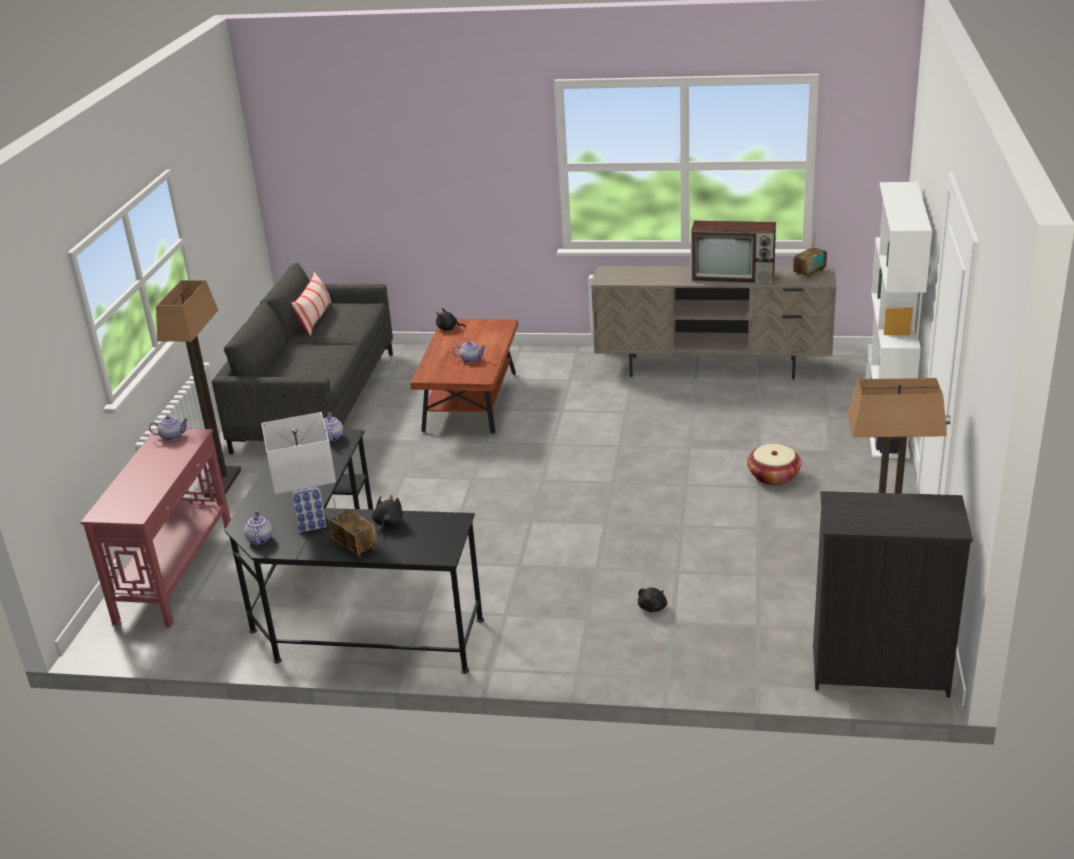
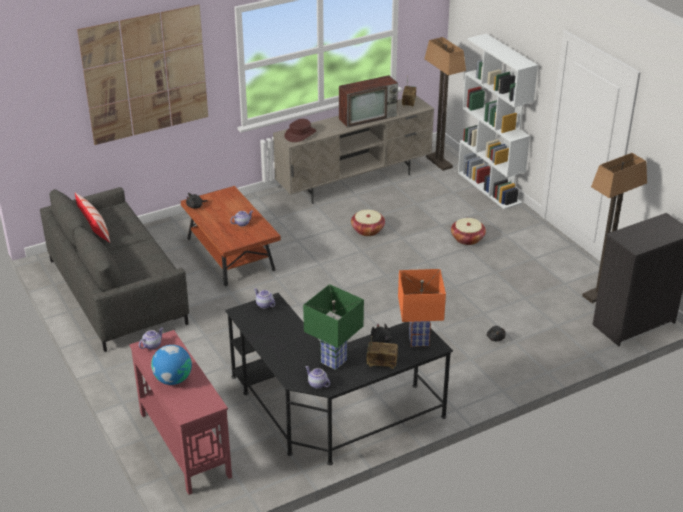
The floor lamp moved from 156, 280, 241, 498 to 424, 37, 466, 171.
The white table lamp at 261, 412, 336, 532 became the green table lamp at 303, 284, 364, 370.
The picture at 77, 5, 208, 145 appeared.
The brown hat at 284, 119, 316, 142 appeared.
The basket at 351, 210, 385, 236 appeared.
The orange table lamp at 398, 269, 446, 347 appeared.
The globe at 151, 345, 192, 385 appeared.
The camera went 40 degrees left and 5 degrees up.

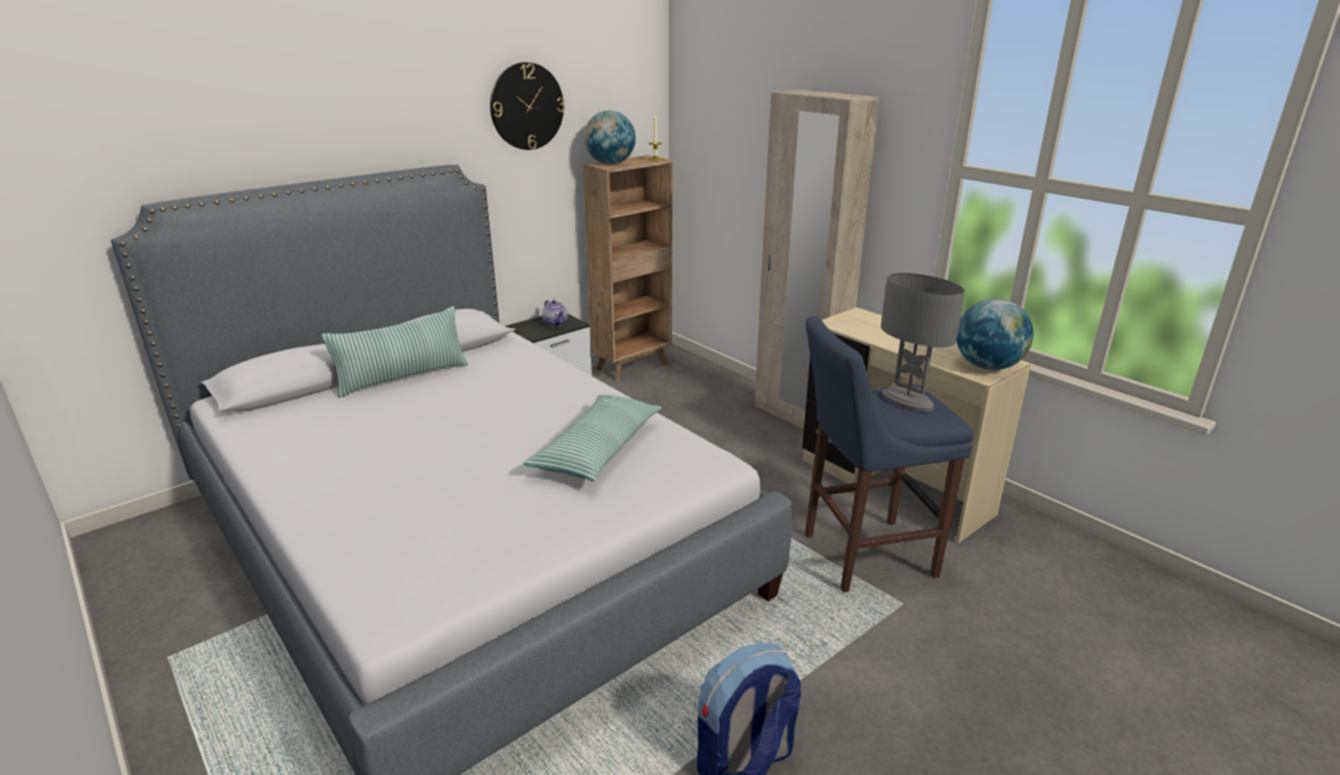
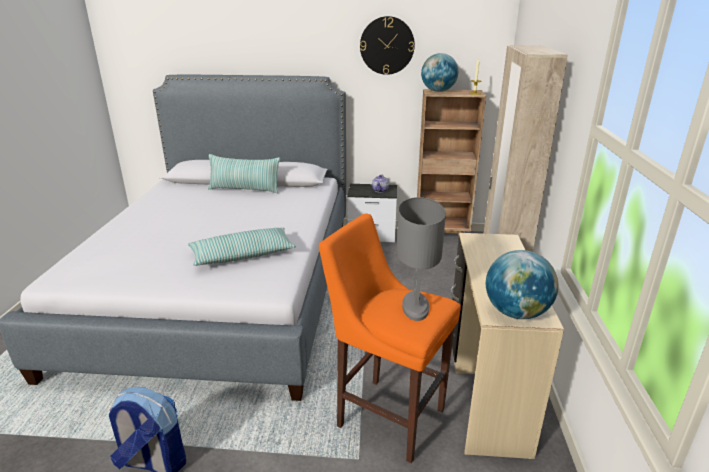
The blue stool at 805, 316, 974, 593 became the orange stool at 319, 213, 461, 463.
The camera went 45 degrees right and 0 degrees up.

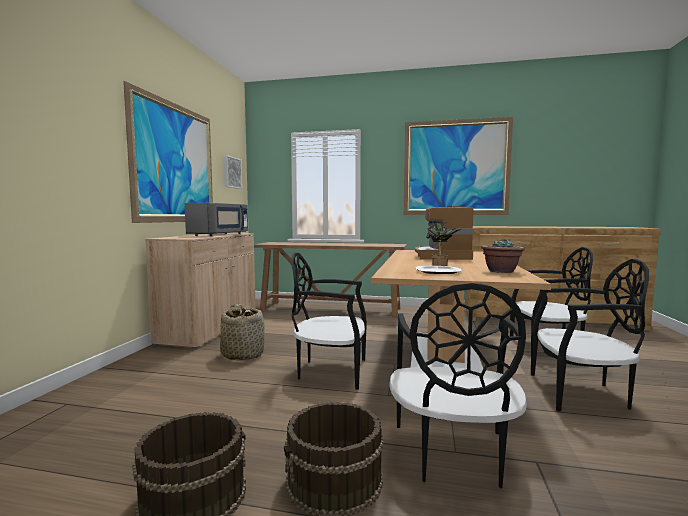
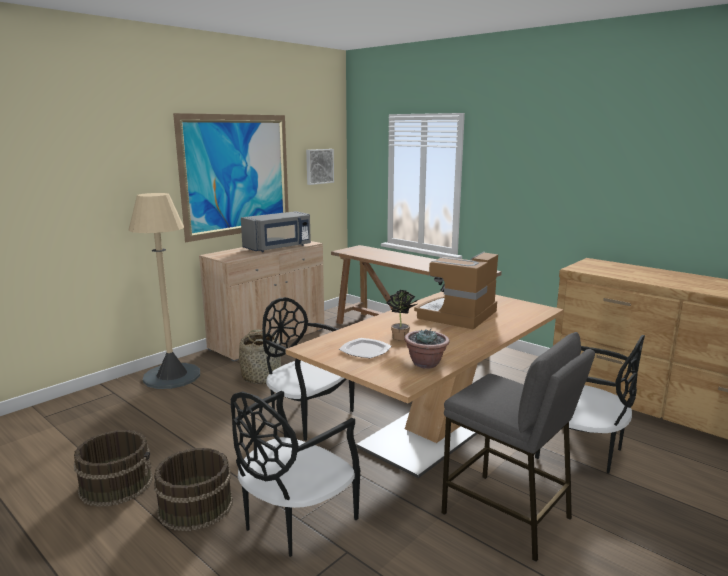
The picture at 404, 117, 513, 215 disappeared.
The black chair at 531, 259, 649, 411 was replaced by the grey stool at 442, 332, 595, 562.
The beige floor lamp at 129, 193, 200, 389 appeared.
The camera went 30 degrees right and 10 degrees up.

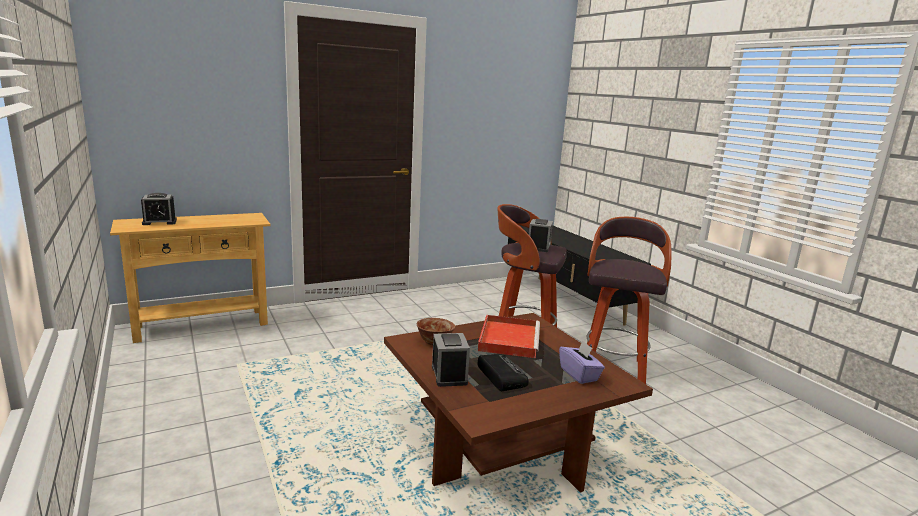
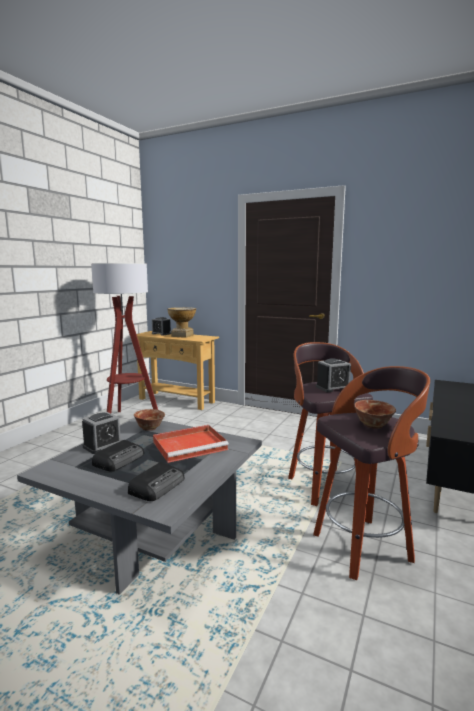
The brown coffee table at 384, 313, 653, 493 became the grey coffee table at 17, 418, 262, 595.
The purple tissue box at 559, 340, 605, 384 was replaced by the radio at 128, 462, 184, 501.
The floor lamp at 91, 263, 158, 413 appeared.
The vase at 167, 307, 196, 338 appeared.
The bowl at 354, 400, 396, 429 appeared.
The camera went 55 degrees right and 5 degrees down.

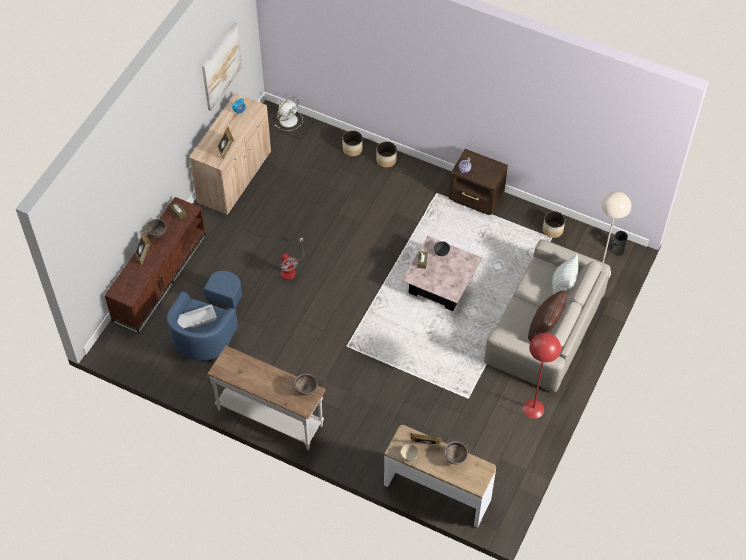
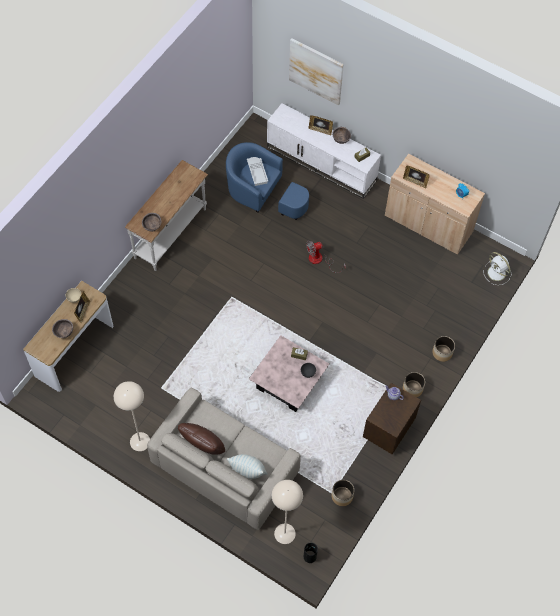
The picture moved from 202, 23, 242, 111 to 289, 38, 344, 106.
The planter moved from 343, 130, 363, 156 to 403, 372, 425, 397.
The brown tv stand at 105, 197, 206, 334 became the white tv stand at 267, 103, 381, 199.
The red floor lamp at 523, 333, 561, 419 became the beige floor lamp at 114, 381, 150, 451.
The camera went 95 degrees right and 5 degrees up.

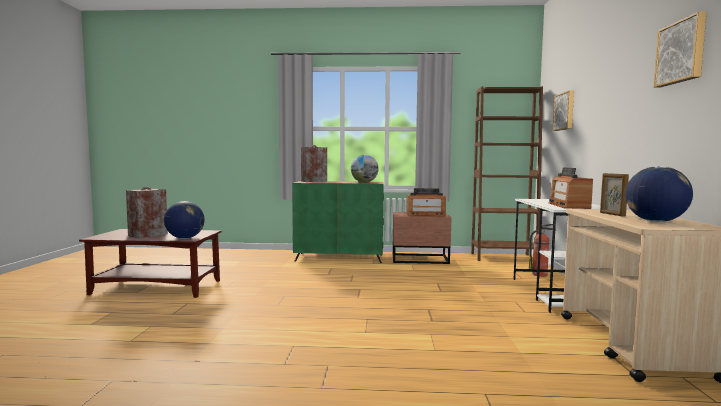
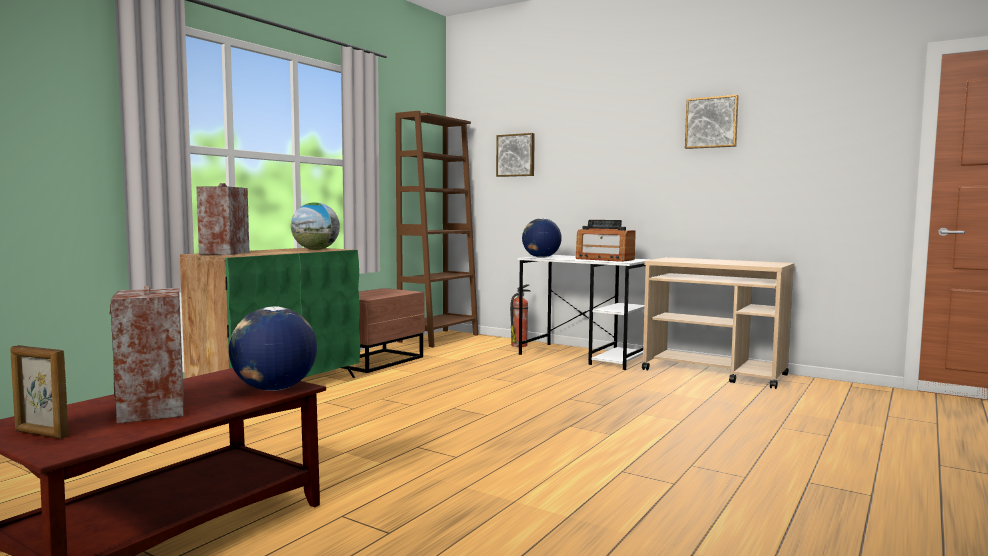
The globe moved from 625, 166, 693, 222 to 522, 218, 562, 258.
The picture frame moved from 600, 173, 629, 216 to 10, 345, 69, 439.
The radio at 406, 188, 446, 217 disappeared.
The camera went 60 degrees left and 0 degrees up.

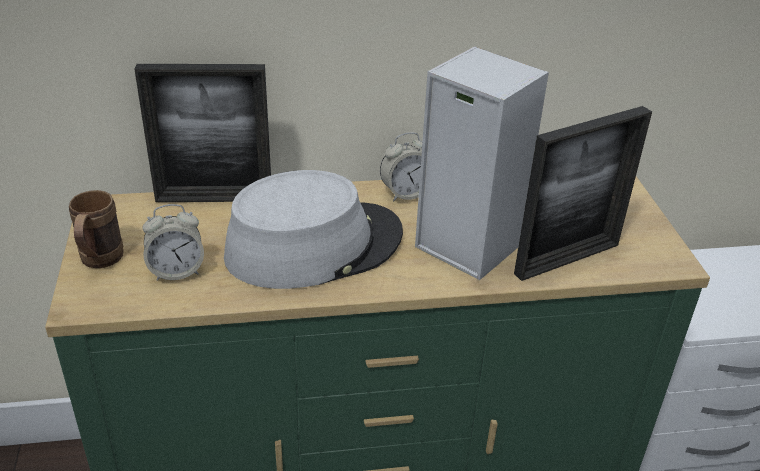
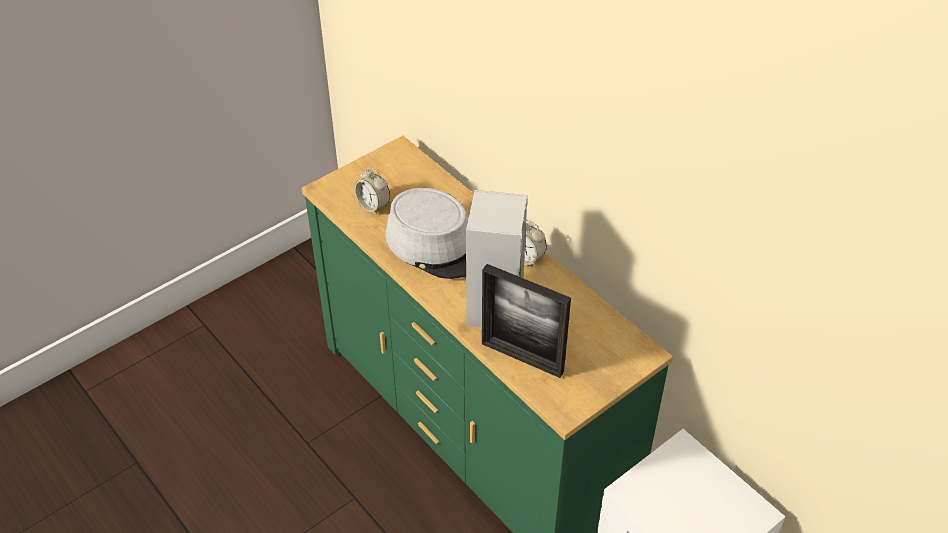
The picture frame at 134, 64, 271, 202 disappeared.
The brown mug at 69, 190, 123, 268 disappeared.
The camera went 60 degrees right and 10 degrees up.

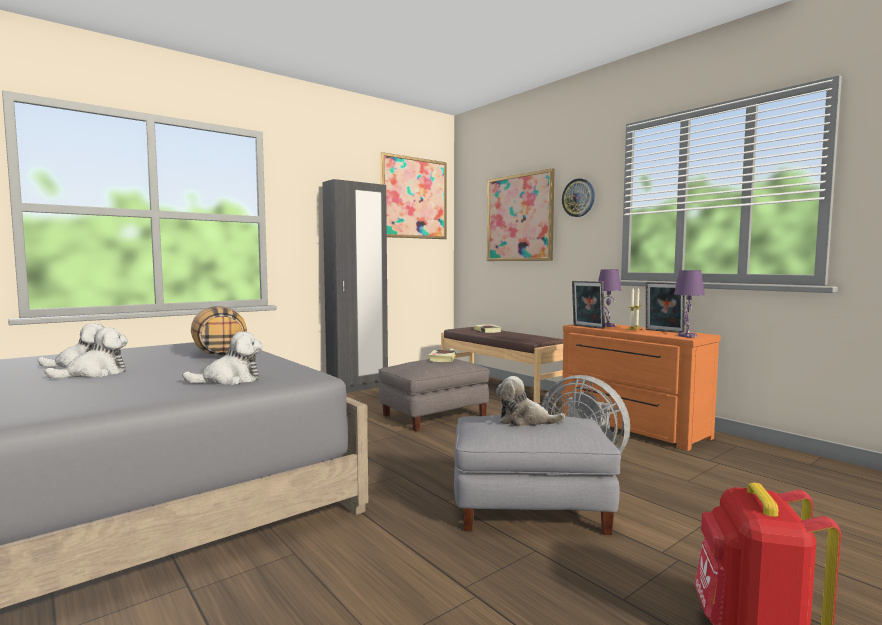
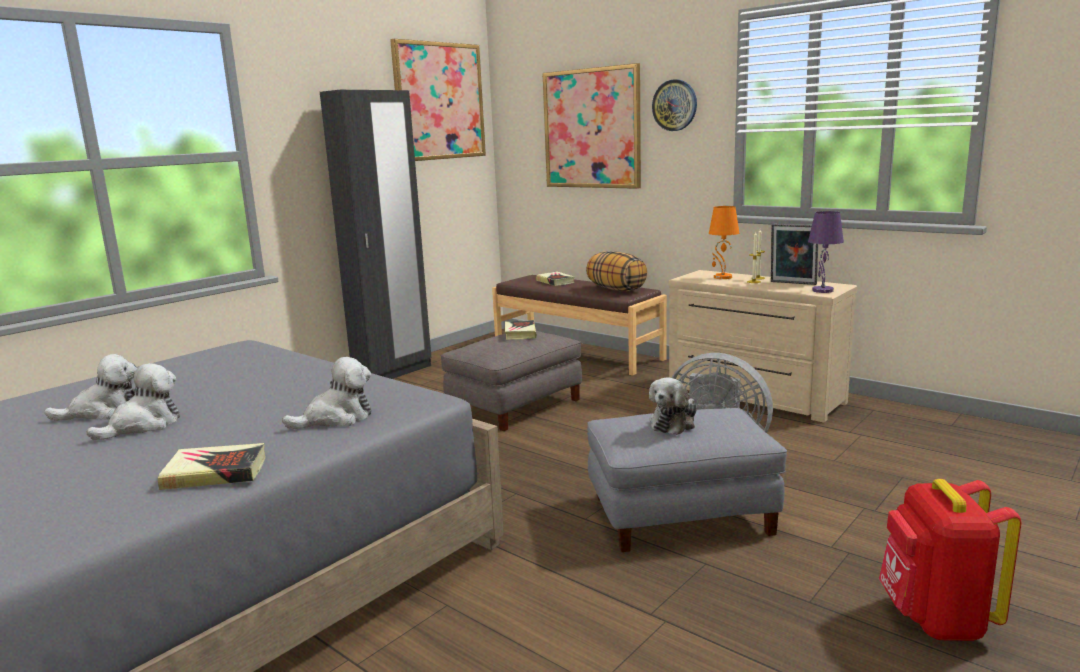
The purple table lamp at 598, 269, 622, 327 became the orange table lamp at 709, 206, 739, 279.
The picture frame at 572, 281, 605, 329 disappeared.
The pillow moved from 191, 306, 247, 356 to 586, 251, 647, 291.
The orange dresser at 562, 324, 720, 451 became the beige dresser at 668, 270, 857, 422.
The plush toy at 496, 376, 565, 427 turned 60 degrees counterclockwise.
The book at 158, 443, 266, 490 appeared.
The camera went 10 degrees left and 10 degrees up.

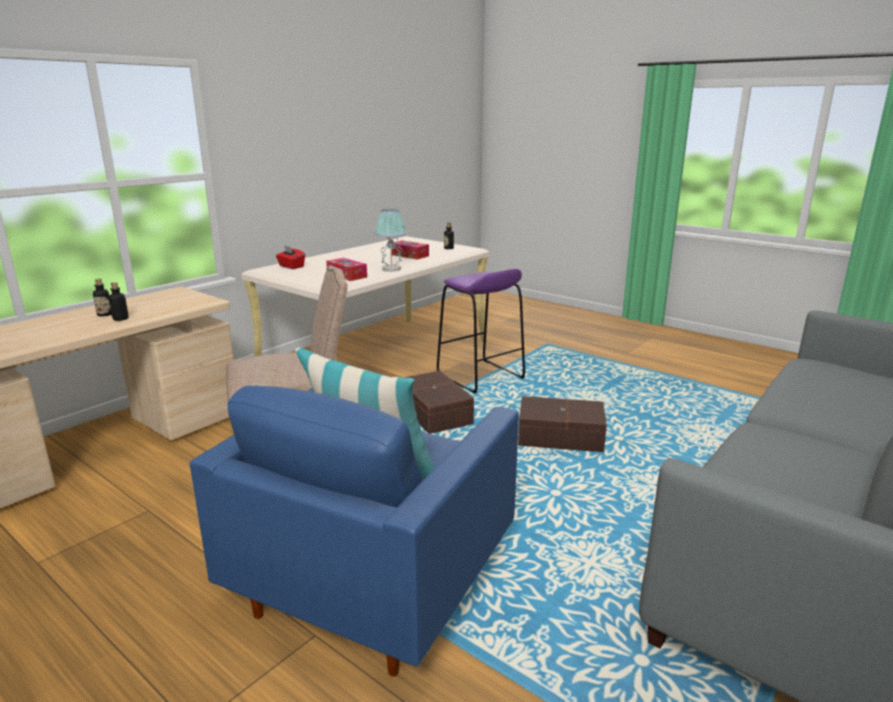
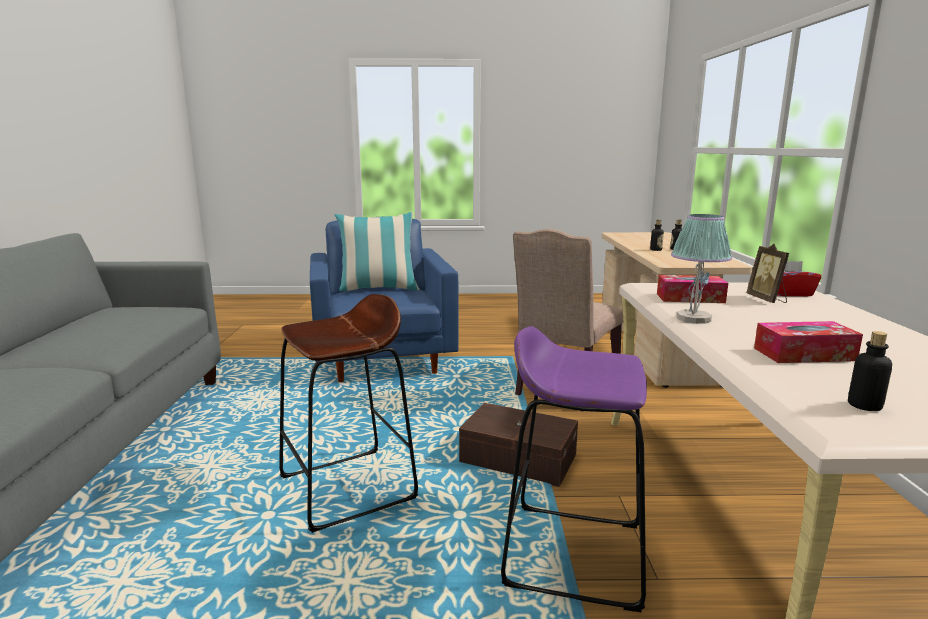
The brown storage box at 518, 396, 607, 452 was replaced by the brown stool at 279, 294, 418, 533.
The picture frame at 746, 244, 789, 303 appeared.
The camera went 140 degrees right and 5 degrees down.

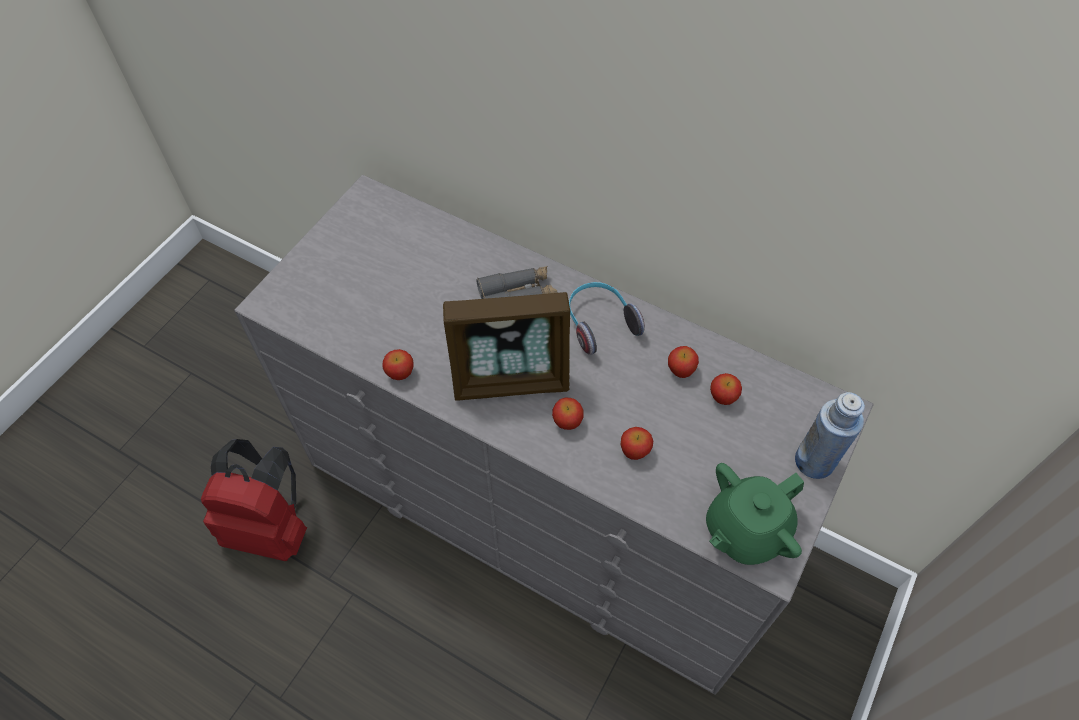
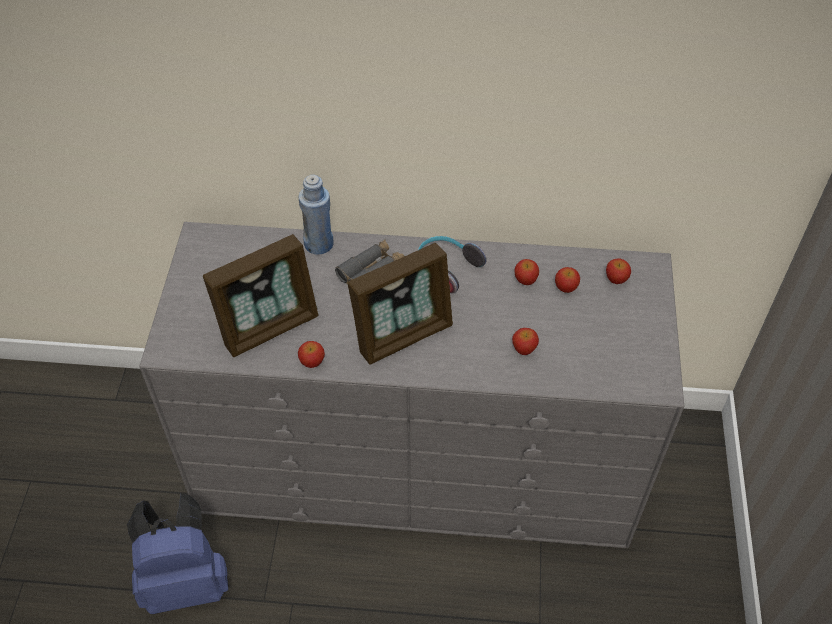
The blue bottle moved from 795, 392, 865, 479 to 299, 175, 334, 255.
The apple moved from 552, 398, 584, 430 to 606, 258, 631, 284.
The red backpack at 201, 439, 307, 561 became the blue backpack at 127, 494, 228, 614.
The green teapot at 706, 463, 804, 565 disappeared.
The picture frame at 203, 234, 318, 357 appeared.
The camera went 25 degrees left and 5 degrees down.

